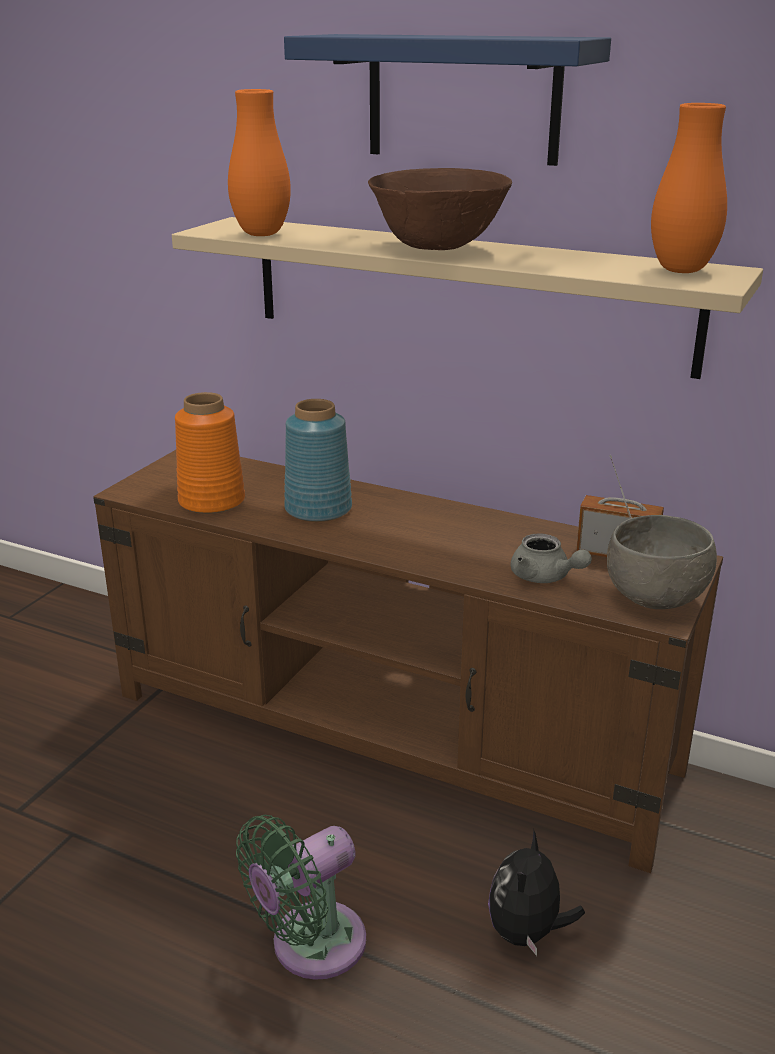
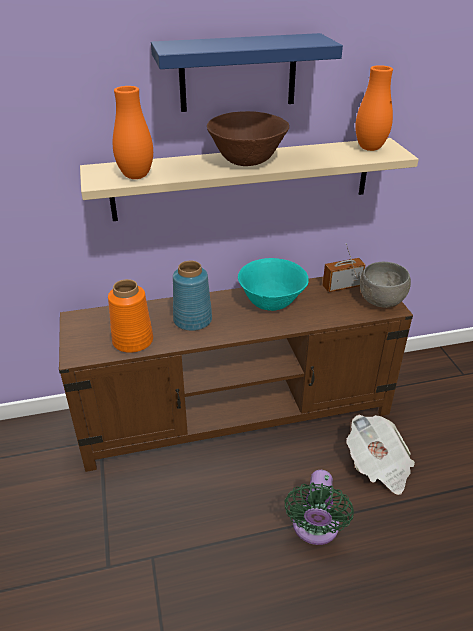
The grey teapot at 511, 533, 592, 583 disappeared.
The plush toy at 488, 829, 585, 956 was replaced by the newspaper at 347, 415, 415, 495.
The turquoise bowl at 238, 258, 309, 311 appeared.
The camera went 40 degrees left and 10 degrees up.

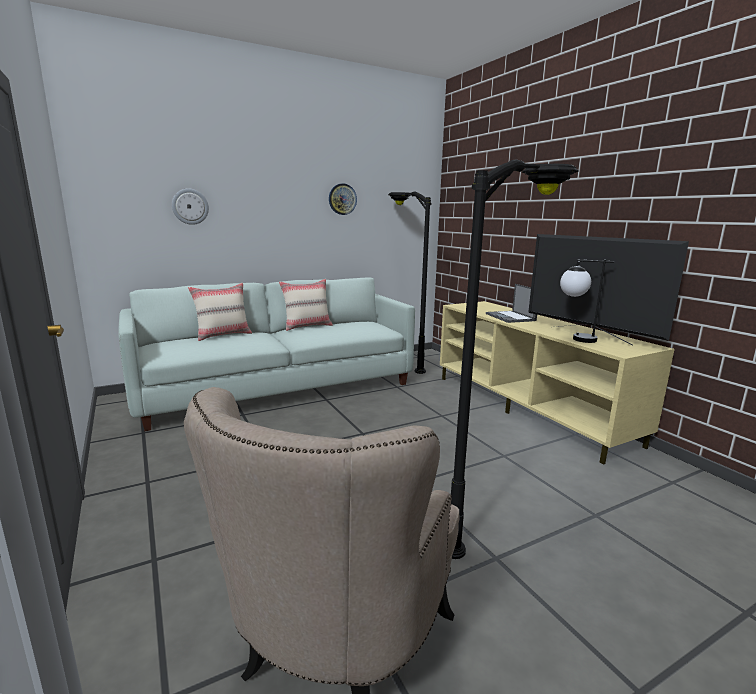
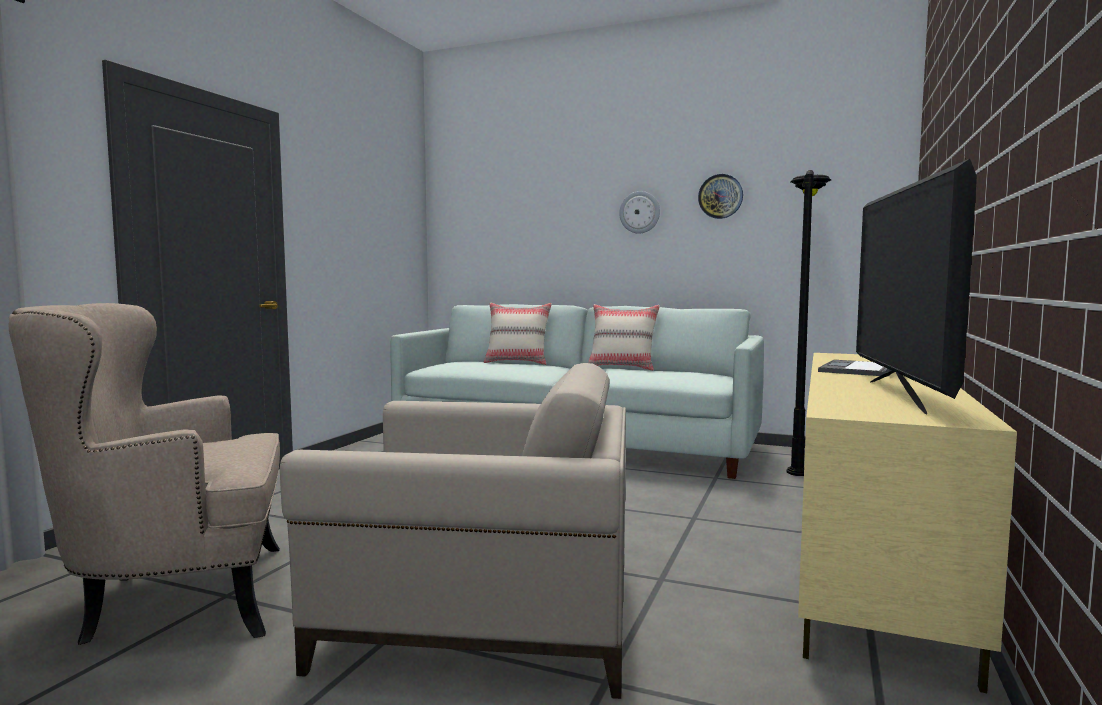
The black floor lamp at 451, 160, 579, 559 was replaced by the beige armchair at 280, 363, 626, 699.
The wall clock moved from 172, 188, 209, 225 to 619, 191, 660, 234.
The table lamp at 560, 259, 614, 343 disappeared.
The camera went 50 degrees right and 10 degrees down.

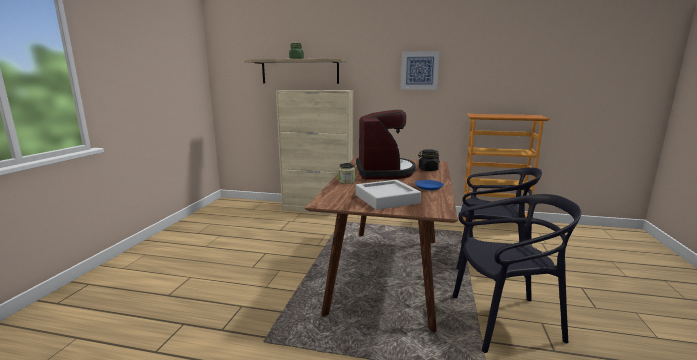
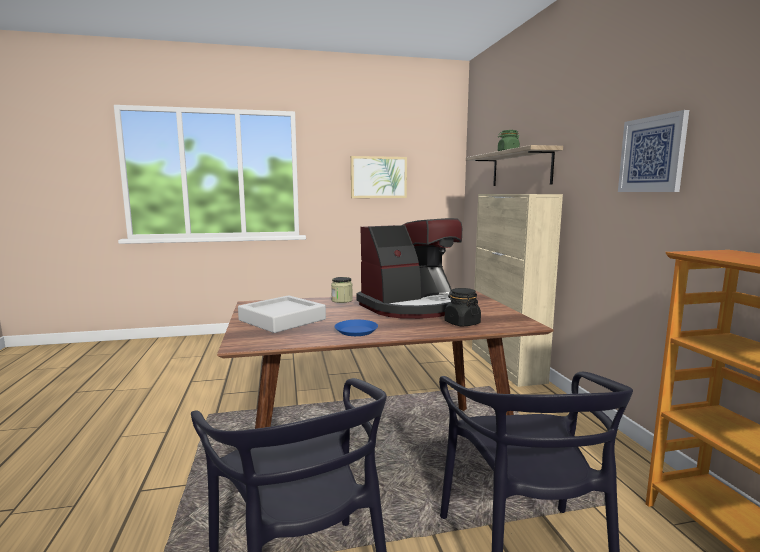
The picture at 351, 156, 407, 198 appeared.
The camera went 65 degrees right and 5 degrees down.

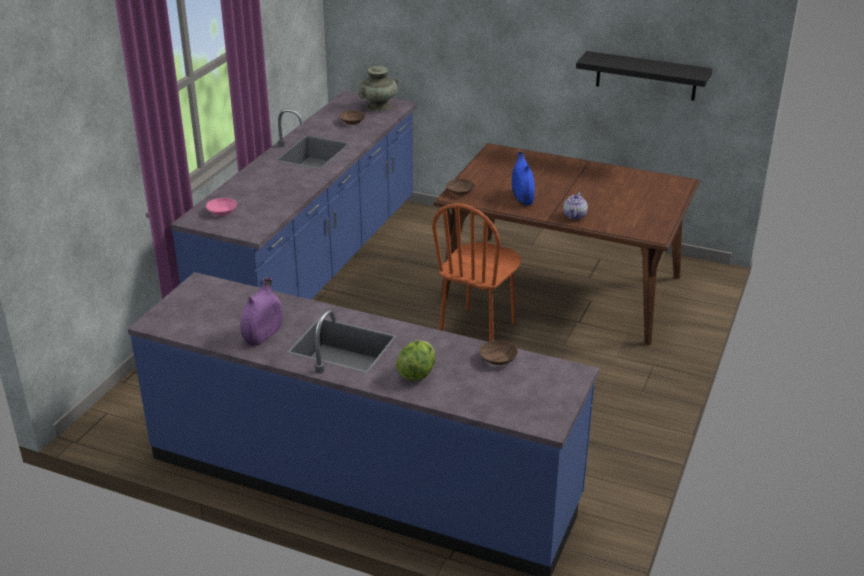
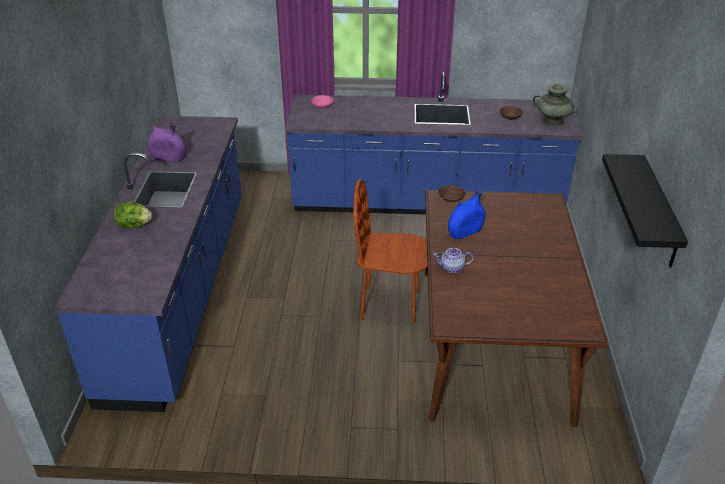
The brown bowl at 479, 340, 518, 365 disappeared.
The camera went 70 degrees right and 5 degrees up.

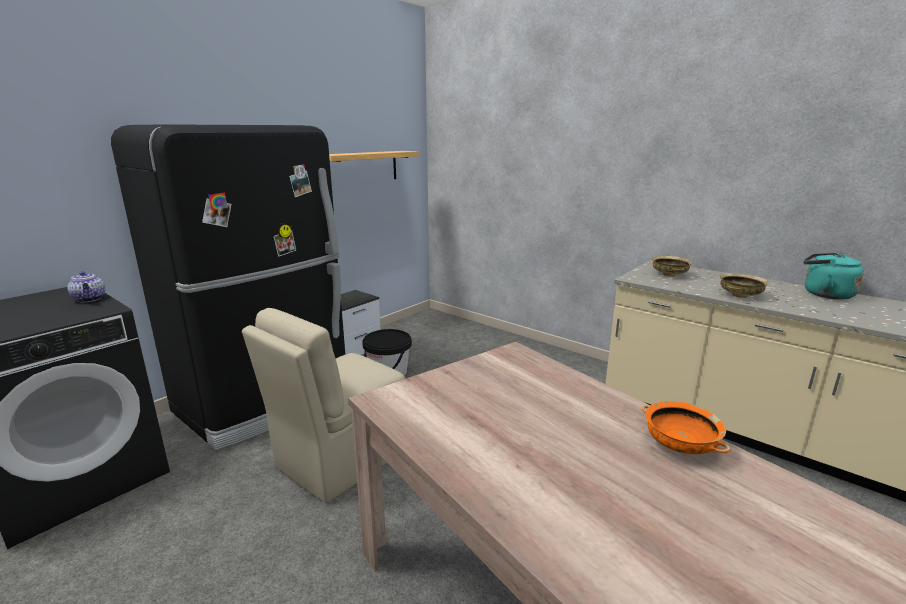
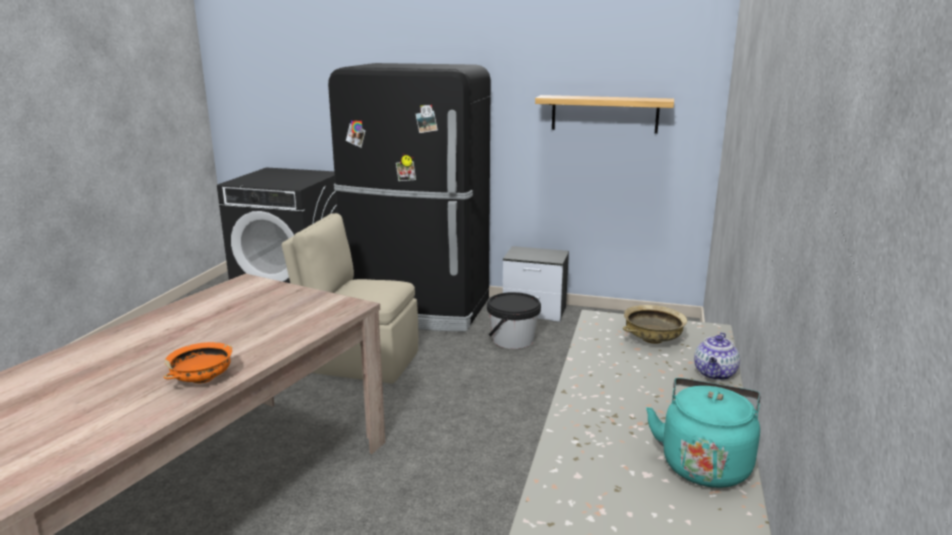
The teapot moved from 68, 271, 105, 302 to 694, 332, 740, 380.
The beige bowl at 720, 273, 769, 298 disappeared.
The camera went 65 degrees right and 0 degrees up.

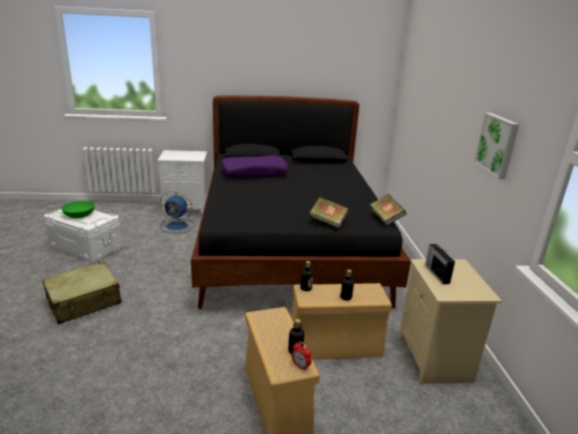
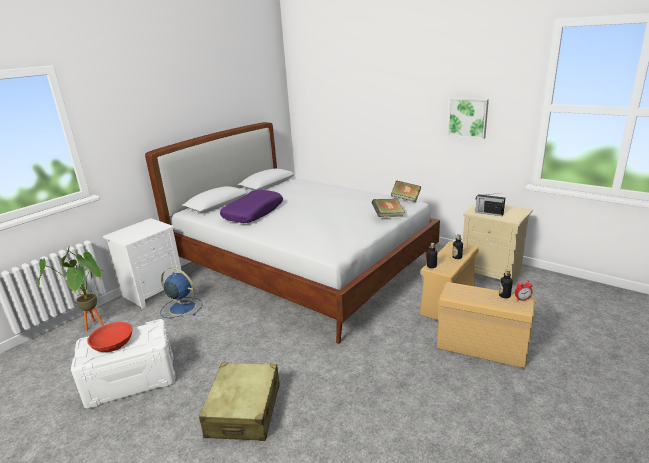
The black bed at 191, 96, 411, 309 became the white bed at 145, 122, 440, 344.
The blue fan at 160, 190, 195, 233 turned 120 degrees counterclockwise.
The green bowl at 61, 201, 95, 218 became the red bowl at 87, 322, 133, 352.
The potted plant at 37, 245, 105, 331 appeared.
The camera went 45 degrees left and 0 degrees up.

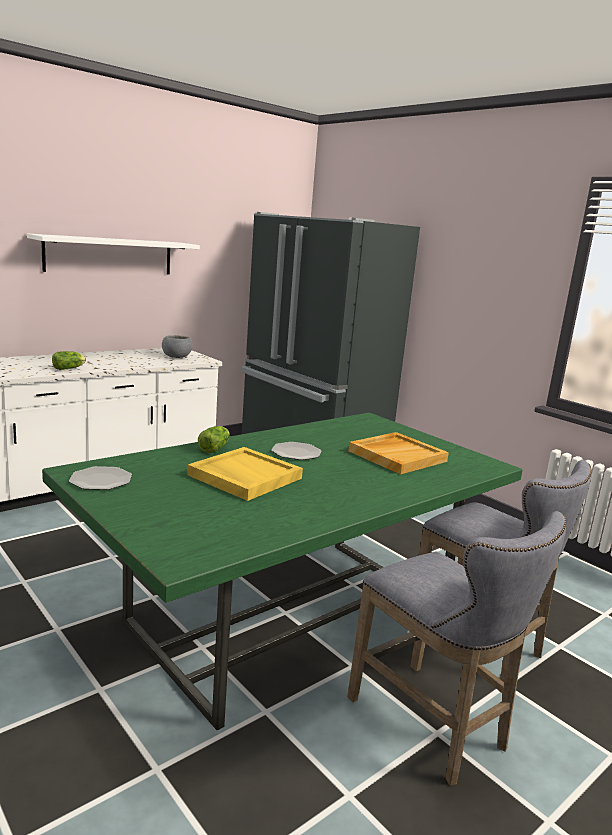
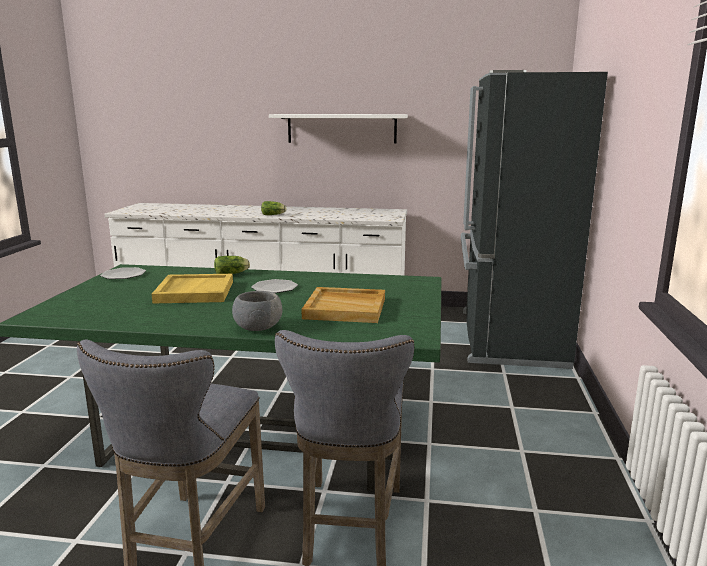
The grey bowl moved from 162, 335, 193, 358 to 232, 291, 282, 331.
The camera went 50 degrees right and 0 degrees up.

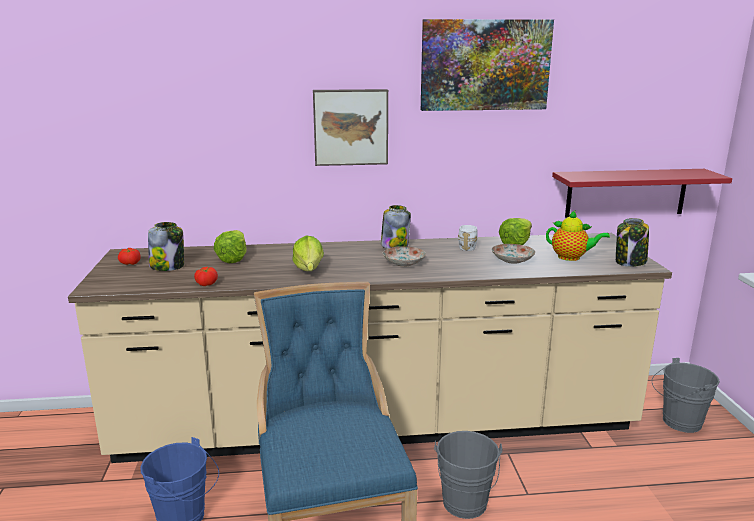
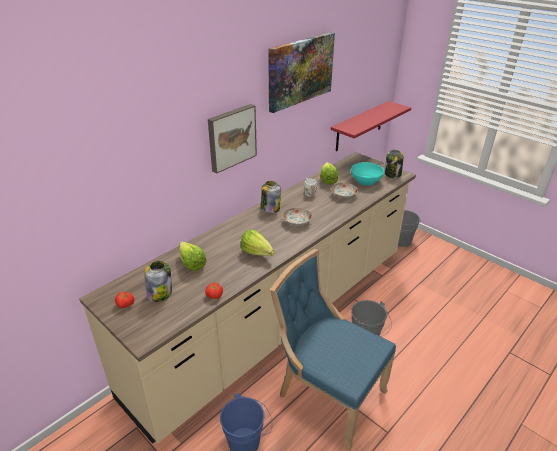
The teapot at 546, 211, 610, 261 was replaced by the turquoise bowl at 351, 162, 384, 186.
The camera went 40 degrees left and 15 degrees up.

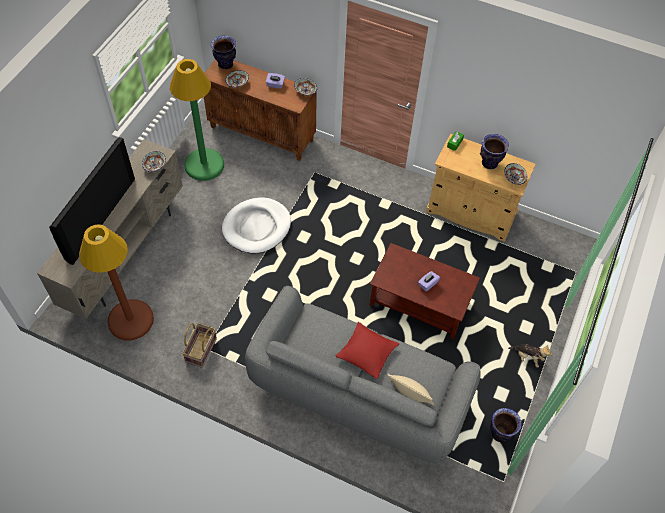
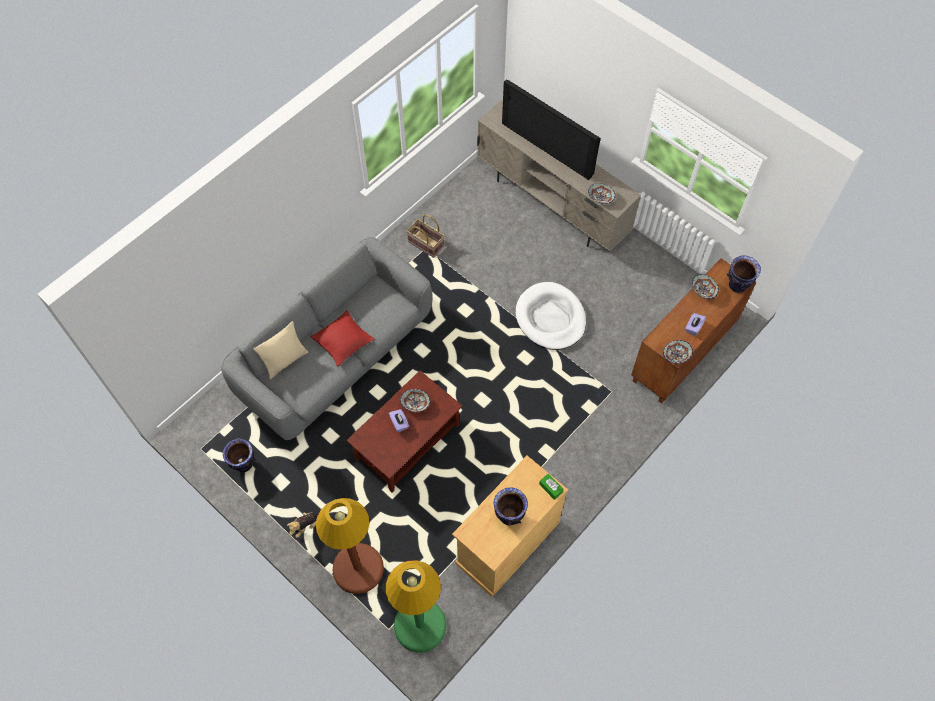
The green floor lamp moved from 170, 59, 224, 181 to 386, 560, 446, 653.
The bowl moved from 504, 163, 527, 185 to 400, 389, 430, 412.
The brown floor lamp moved from 79, 224, 154, 341 to 316, 498, 384, 594.
The camera went 110 degrees right and 5 degrees up.

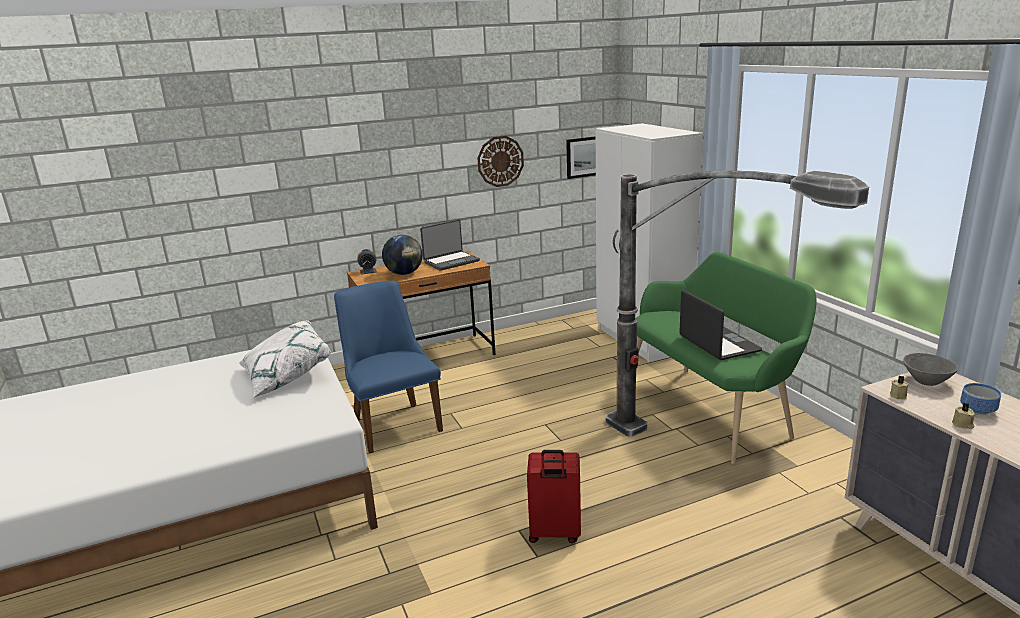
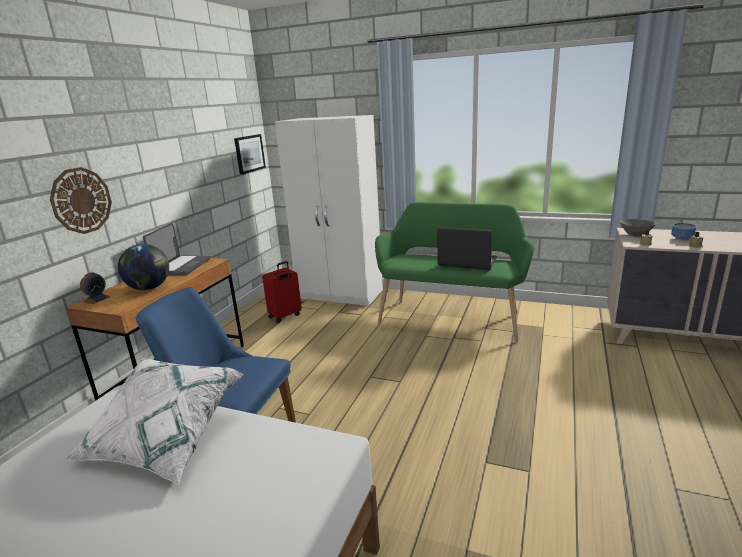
The wall clock moved from 477, 136, 524, 187 to 50, 167, 112, 234.
The floor lamp at 605, 170, 869, 437 disappeared.
The red suitcase moved from 527, 450, 581, 543 to 262, 261, 302, 323.
The camera went 45 degrees left and 0 degrees up.

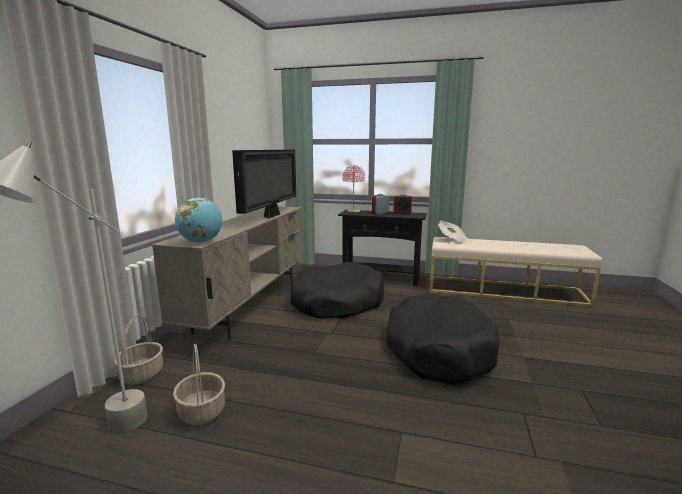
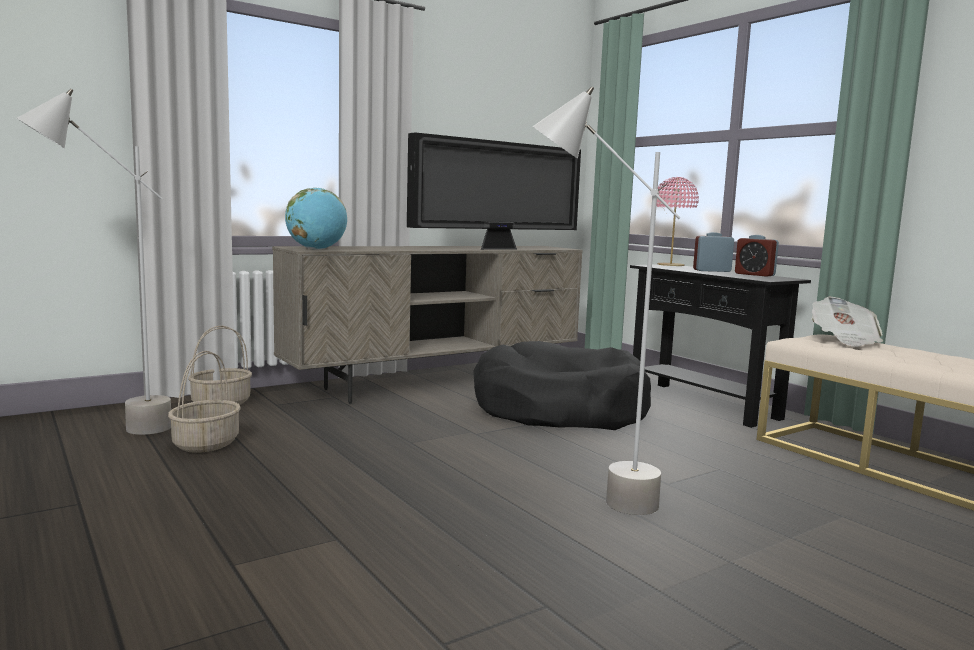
The black dog bed at 386, 293, 500, 385 was replaced by the grey floor lamp at 533, 86, 681, 515.
The camera went 40 degrees right and 5 degrees down.

